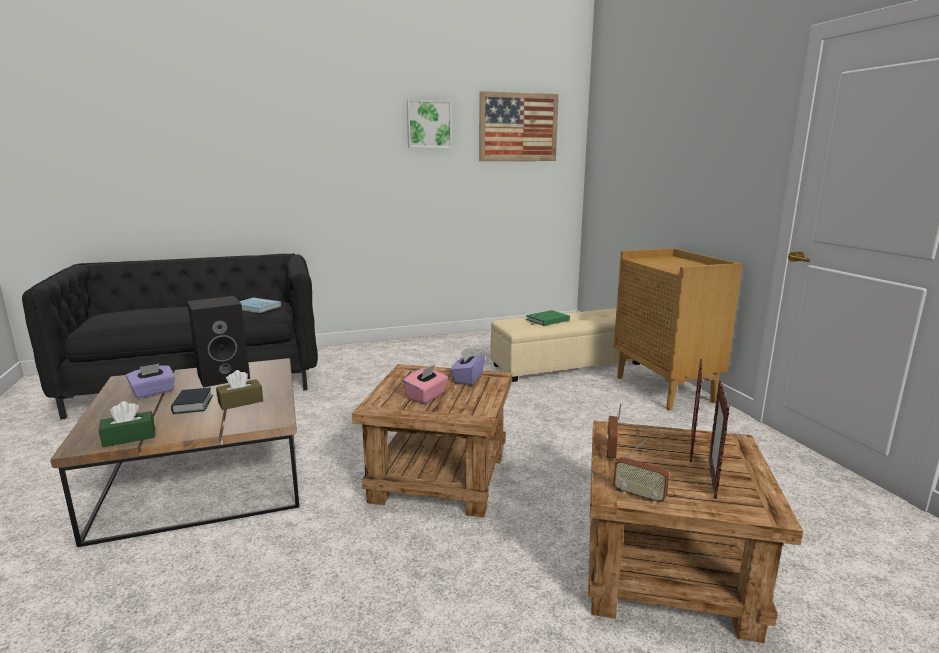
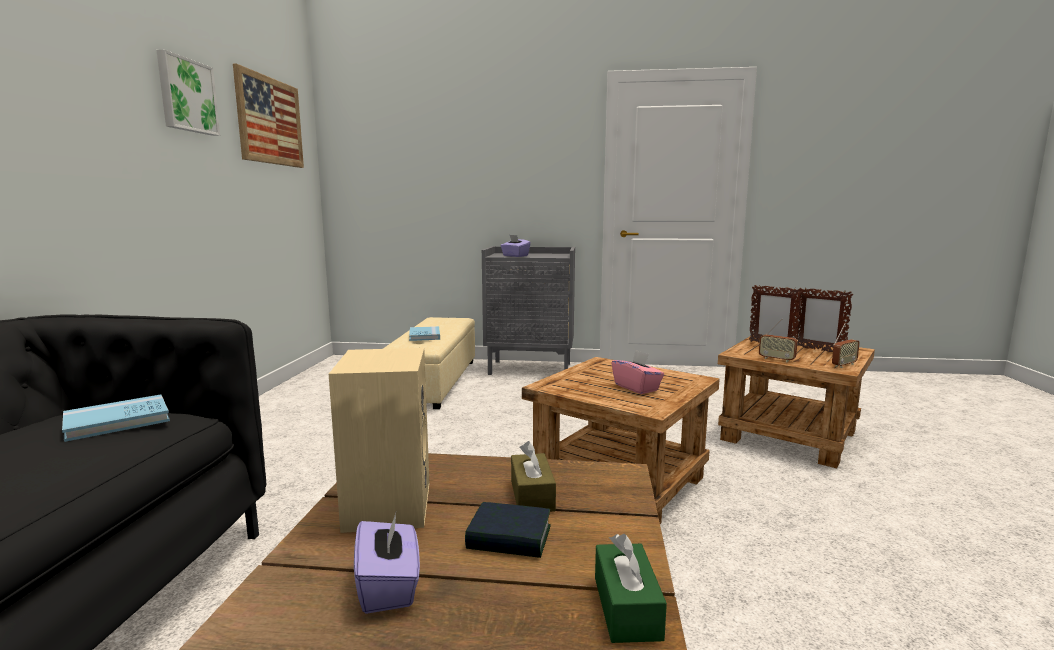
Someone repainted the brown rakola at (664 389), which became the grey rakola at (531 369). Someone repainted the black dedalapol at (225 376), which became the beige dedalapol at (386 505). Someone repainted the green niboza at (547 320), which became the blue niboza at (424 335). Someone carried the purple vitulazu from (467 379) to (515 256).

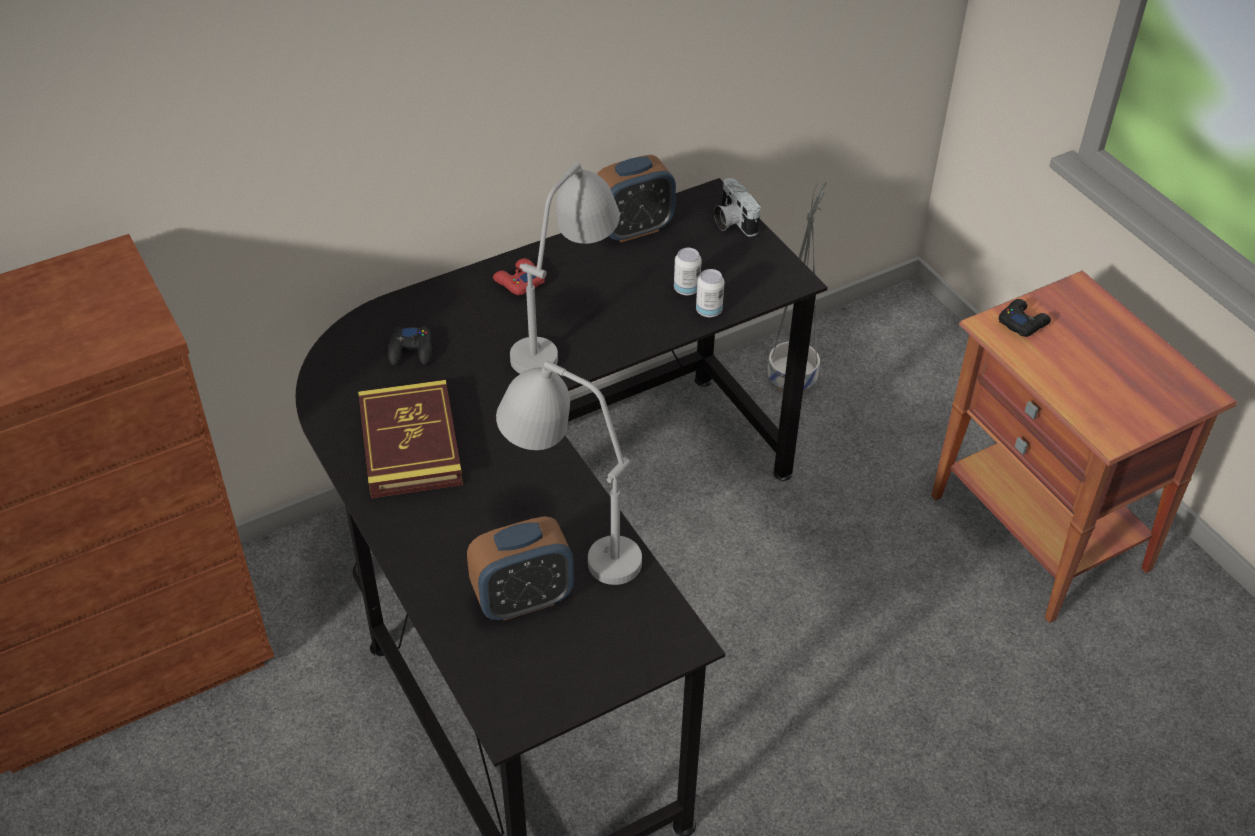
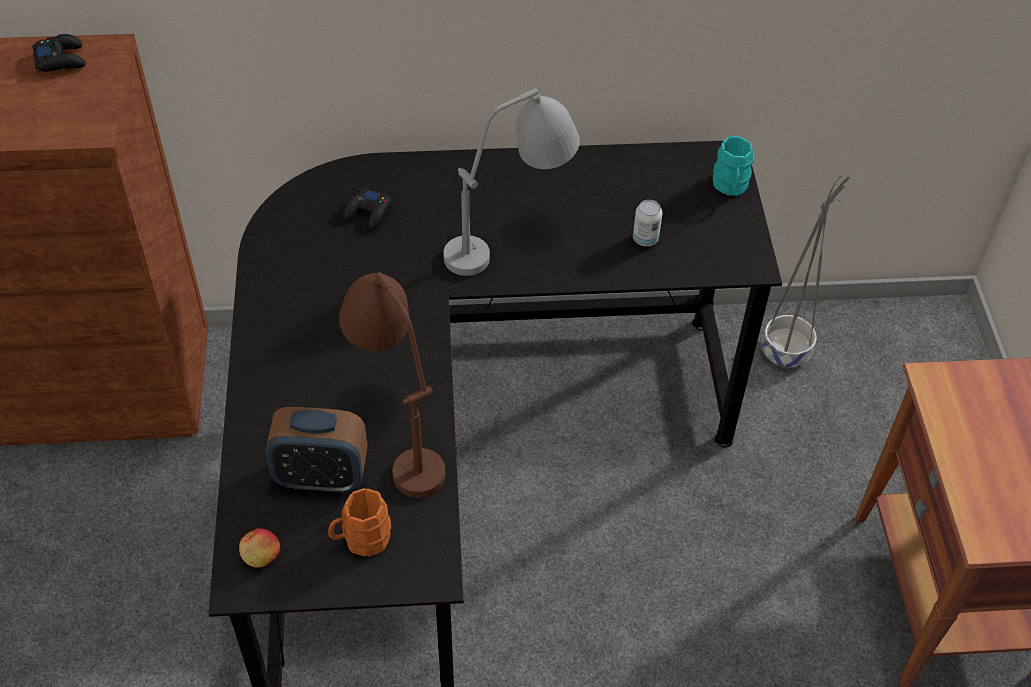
Someone took away the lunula at (633 229). Someone swapped the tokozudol at (732 221) for the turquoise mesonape at (730 187). Someone took away the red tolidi at (519 282). Someone took away the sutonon at (709 311). Someone carried the black tolidi from (1022 322) to (61 59). Someone repainted the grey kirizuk at (569 533), which became the brown kirizuk at (397 431). Someone took away the niboza at (410 444). Someone put down the orange mesonape at (361 539). Someone put down the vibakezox at (261 556).

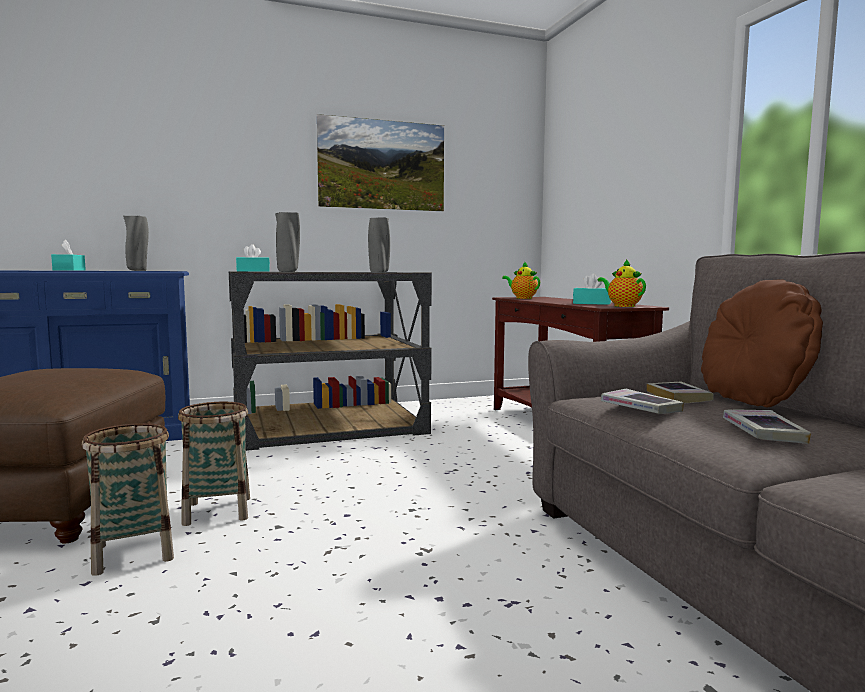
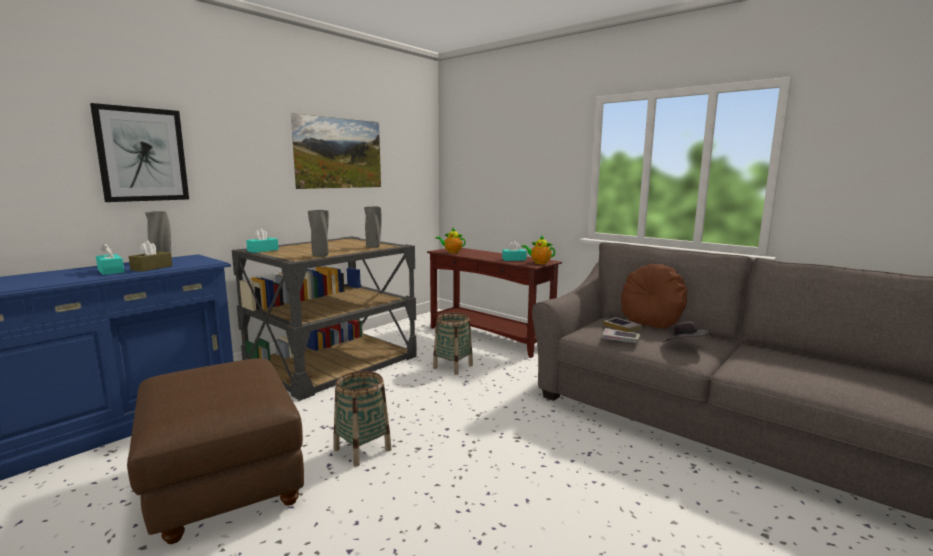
Someone swapped the niboza at (763 432) for the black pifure at (684 346). Someone carried the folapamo from (133 553) to (453 367). Someone put up the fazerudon at (142 154). Someone put down the brown vitulazu at (152 268).

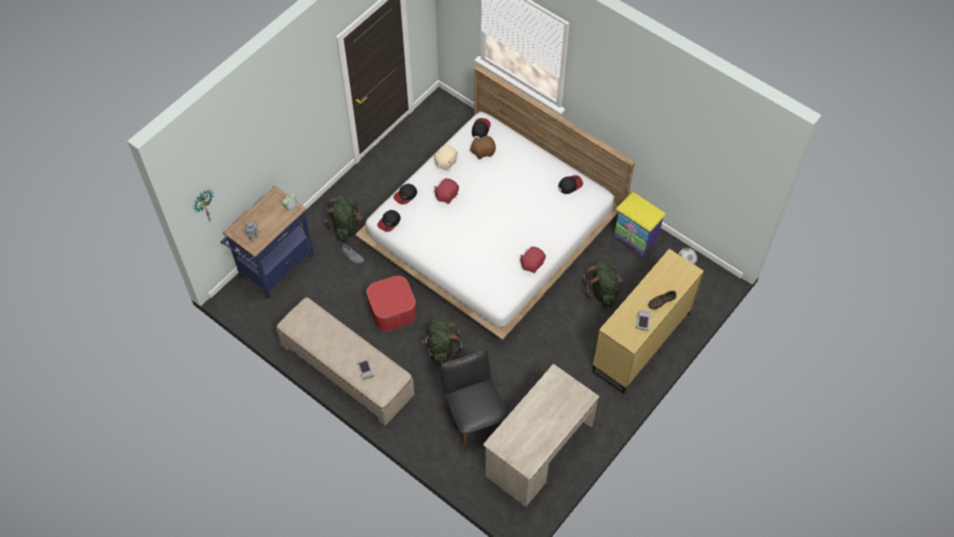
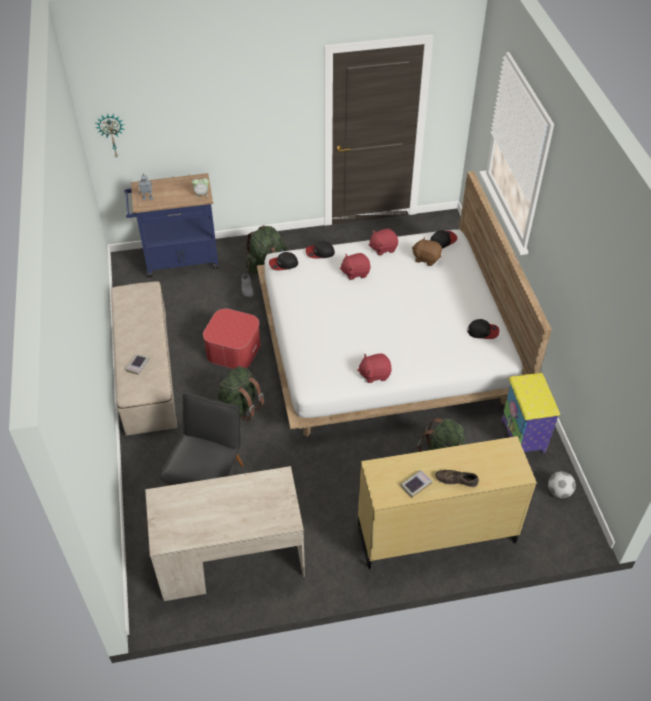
Someone repainted the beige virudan at (445 162), which became the red virudan at (383 248).

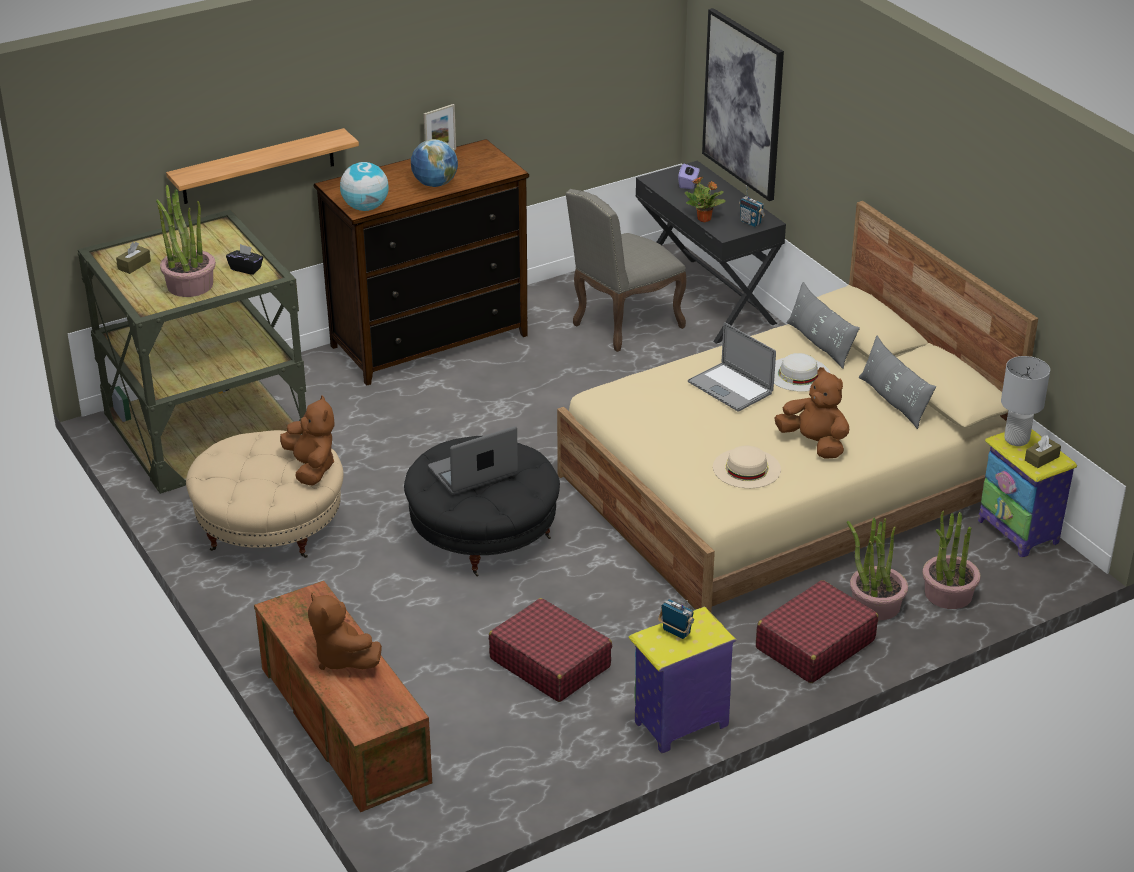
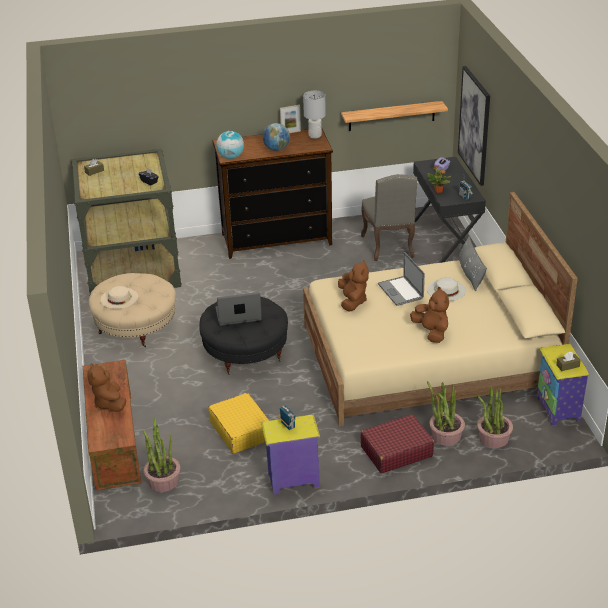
Someone carried the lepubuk from (258 166) to (391 116). Someone carried the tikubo from (189 285) to (163 480). Someone rotated the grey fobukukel at (623 325) by 75 degrees counterclockwise. Someone took away the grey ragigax at (893 401). Someone carried the grey kirizuk from (1016 441) to (315 137). Someone carried the brown virudan from (311 468) to (352 301). Someone carried the beige pifure from (746 468) to (119 298). Someone repainted the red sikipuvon at (550 662), which became the yellow sikipuvon at (241 430).

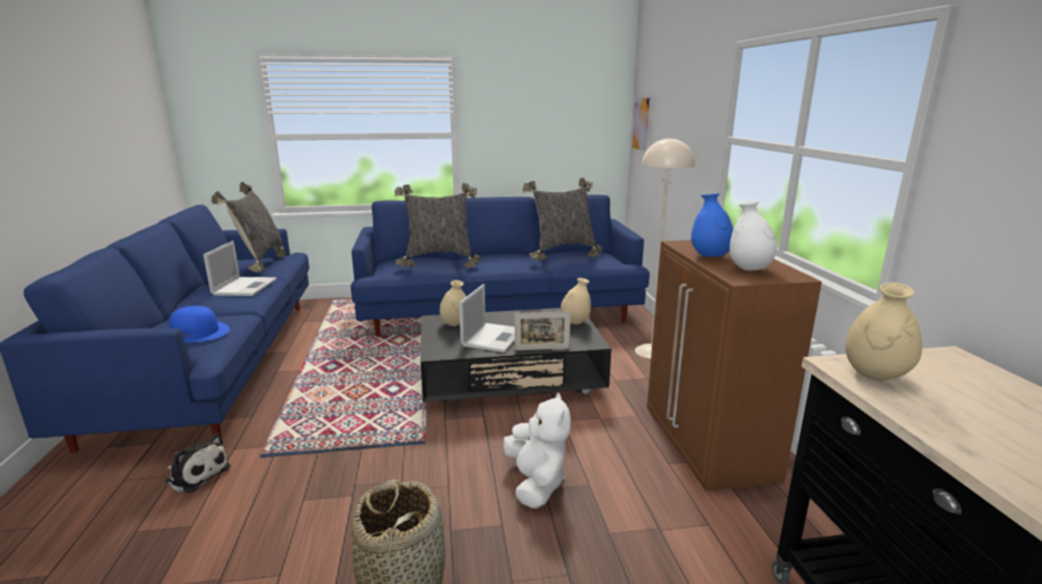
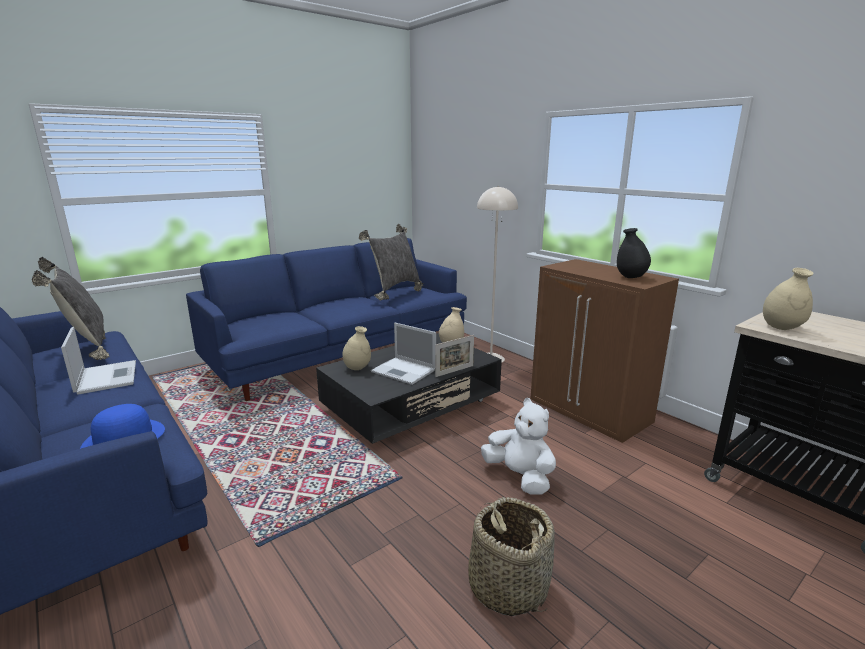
Someone took away the fazerudon at (641 124). Someone took away the ragigax at (439 265). Someone took away the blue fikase at (710 256). Someone repainted the white fikase at (749 269), which became the black fikase at (631 277). Someone rotated the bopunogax at (493 337) by 135 degrees clockwise. Someone took away the virudan at (197 474).

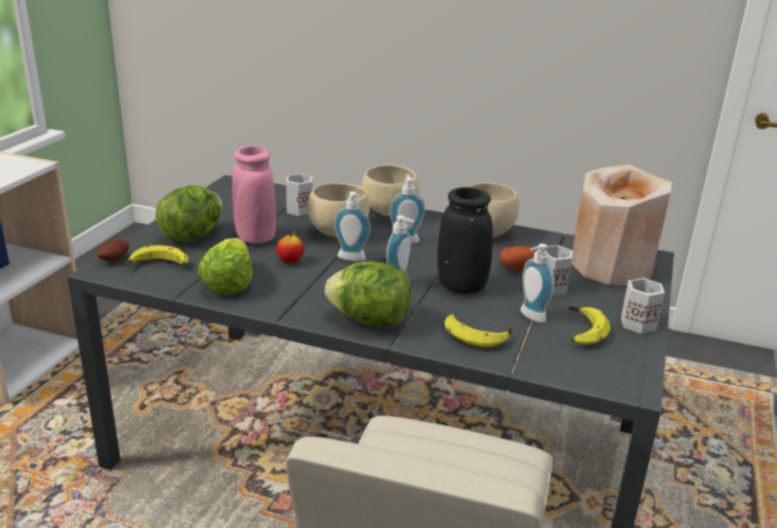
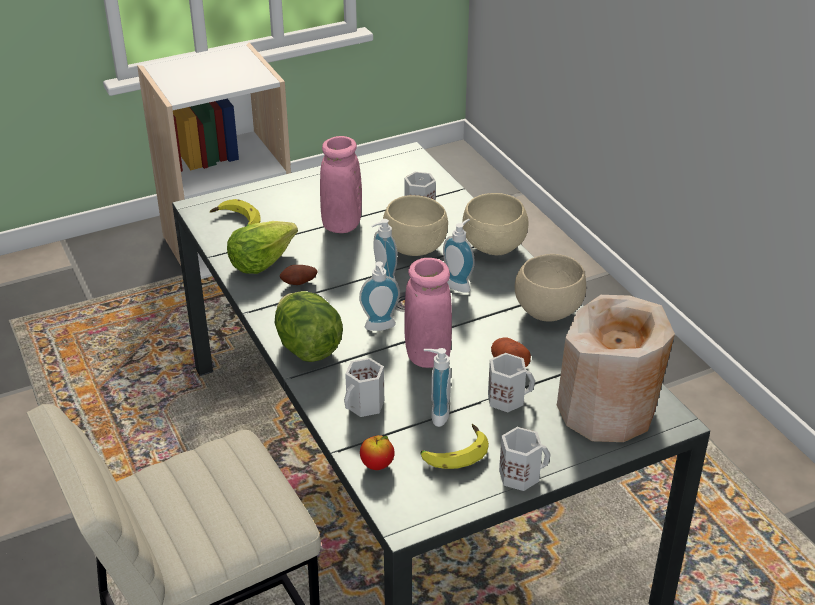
Someone took away the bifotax at (192 236). Someone repainted the black fikase at (461 287), which became the pink fikase at (427 356). Someone carried the vibakezox from (290 261) to (377 465). Someone carried the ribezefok from (115 259) to (299 283). Someone swapped the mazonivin at (477 335) for the white mesonape at (365 405).

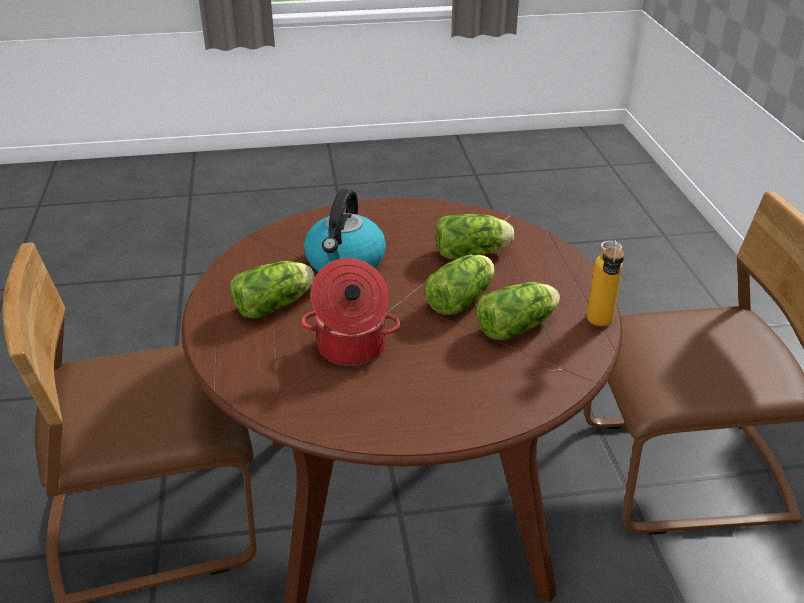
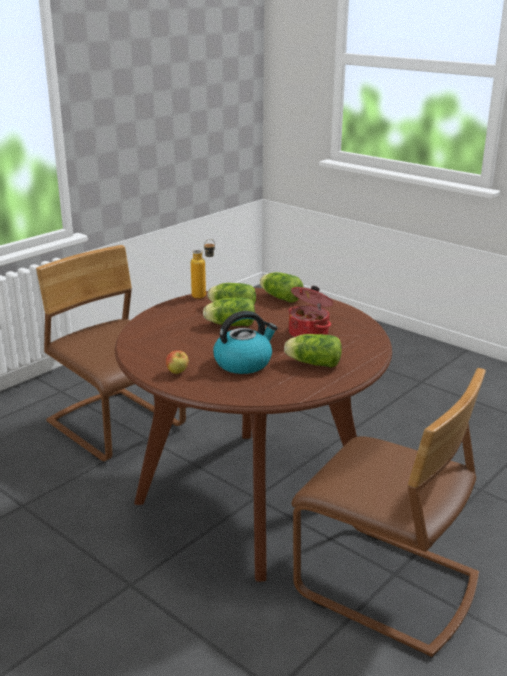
Someone carried the bifotax from (474 253) to (279 297). Someone put down the vibakezox at (177 373).

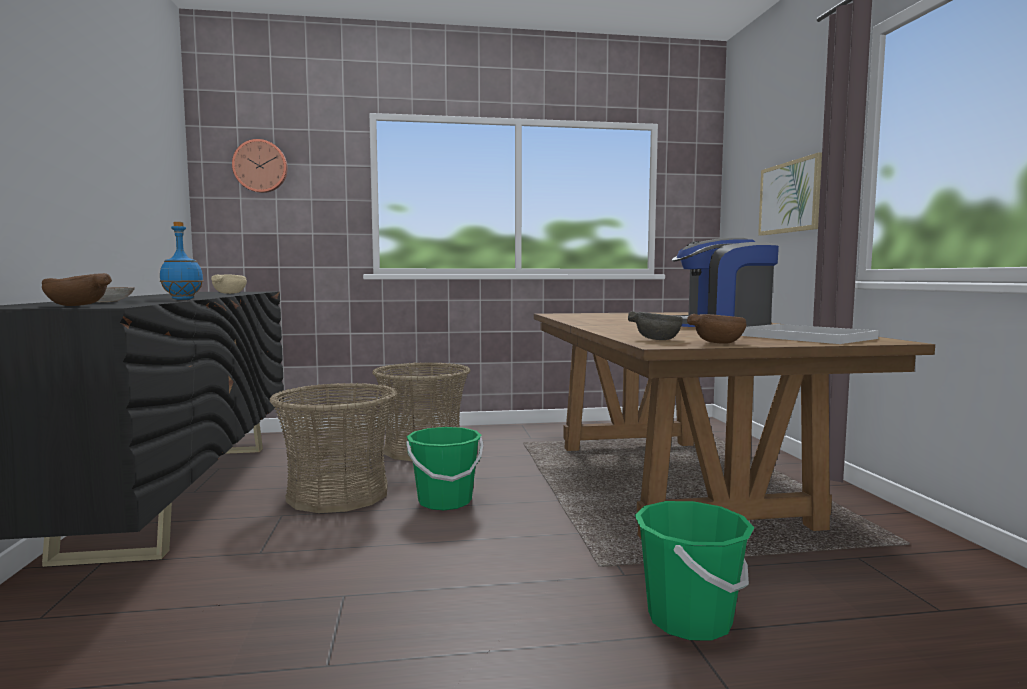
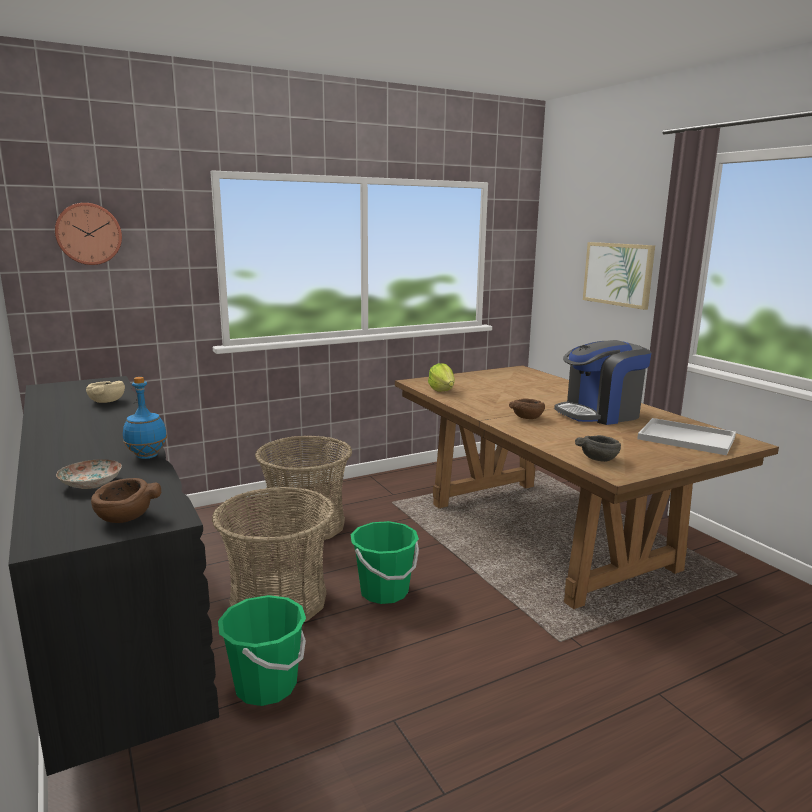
Someone carried the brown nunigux from (718 343) to (527 417). Someone carried the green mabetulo from (690 620) to (266 685). Someone put down the bifotax at (442 390).

